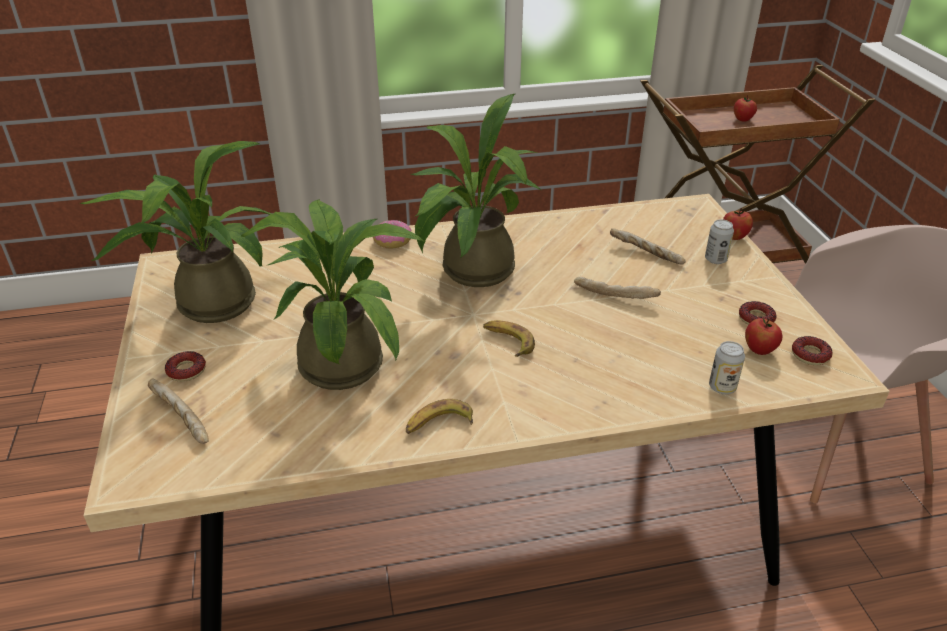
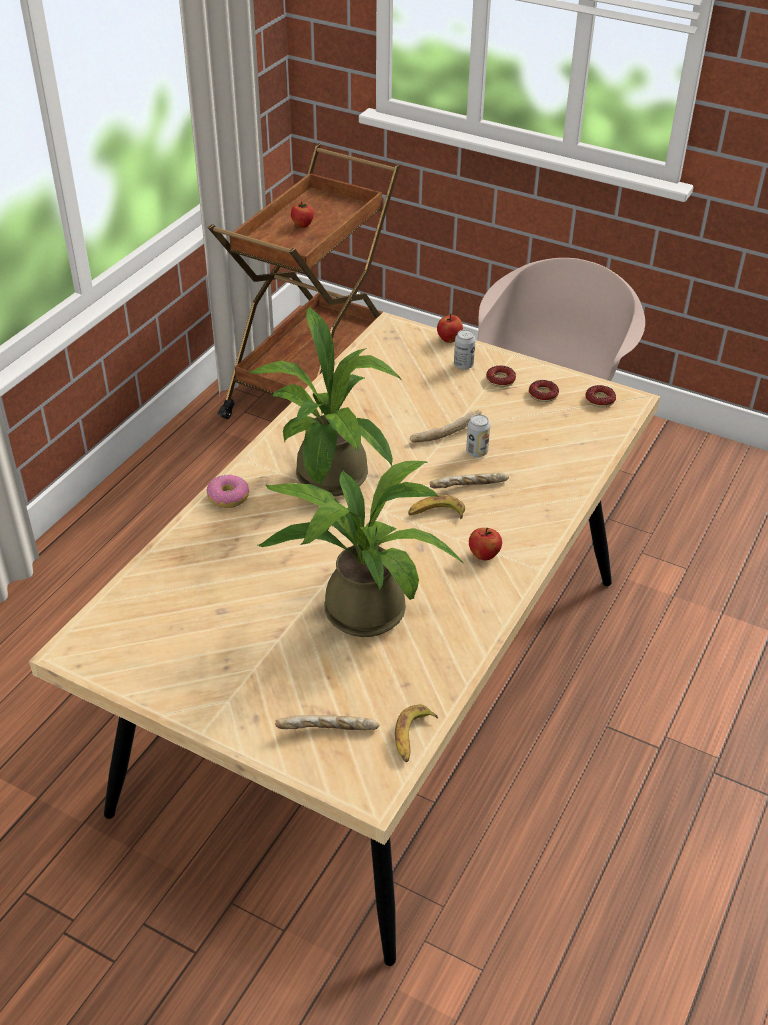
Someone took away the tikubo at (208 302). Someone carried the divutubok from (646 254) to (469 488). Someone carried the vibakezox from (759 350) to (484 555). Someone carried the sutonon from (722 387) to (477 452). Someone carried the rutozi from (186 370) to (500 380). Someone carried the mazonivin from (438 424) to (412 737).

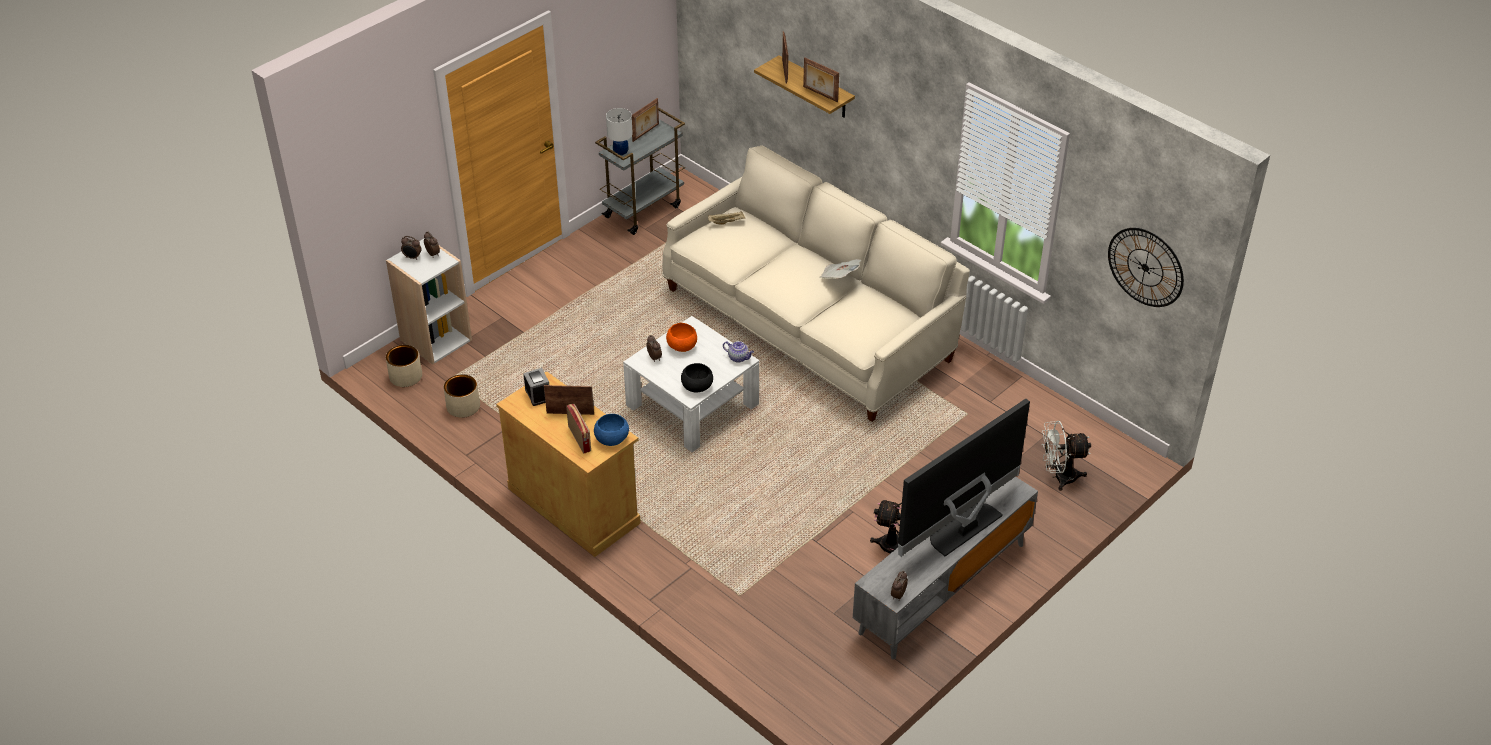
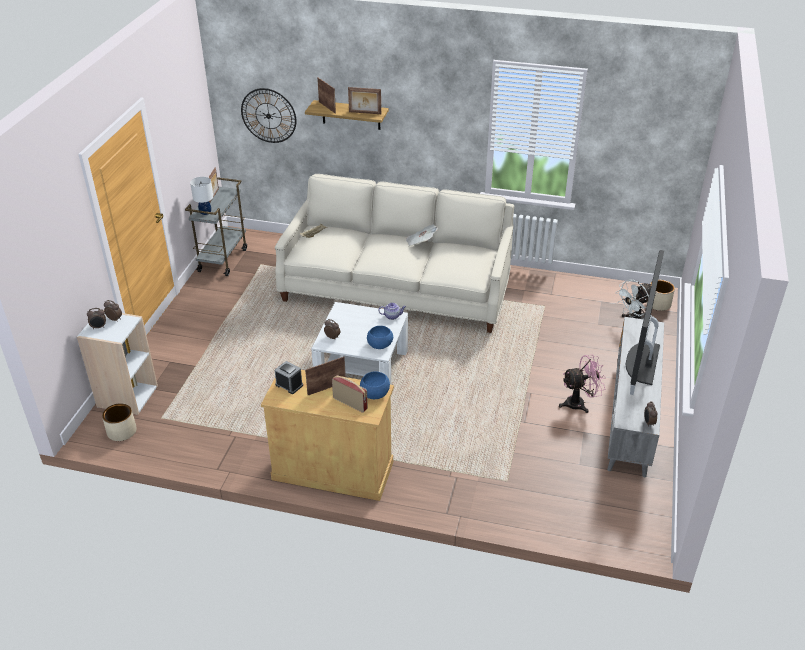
Someone carried the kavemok from (1145 267) to (268 115). Someone took away the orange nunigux at (682 345). Someone repainted the black nunigux at (697 386), which became the blue nunigux at (380 344). Someone carried the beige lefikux from (463 407) to (658 304).

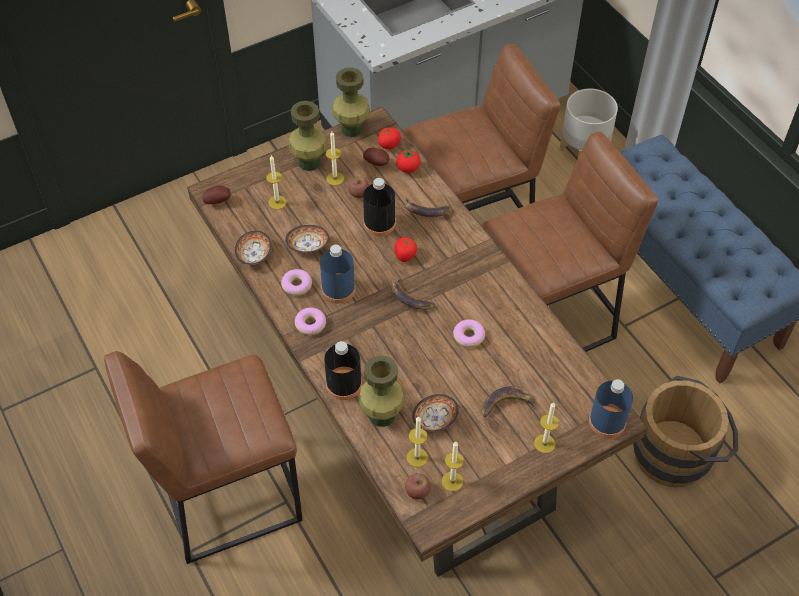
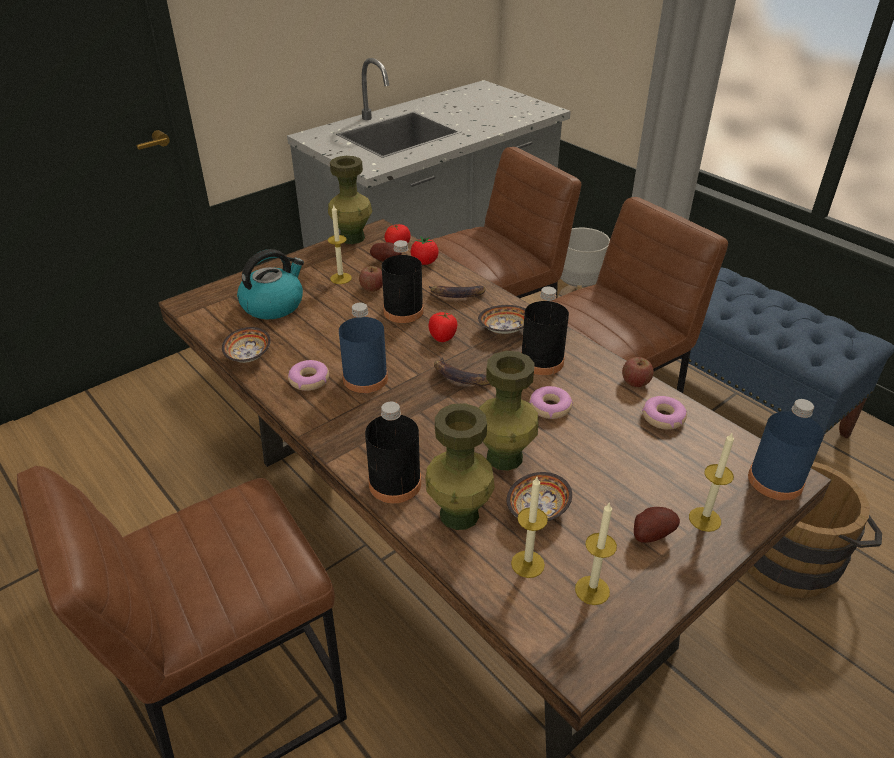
Someone carried the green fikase from (309 162) to (505 457). Someone swapped the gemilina at (277 202) for the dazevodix at (273 305). Someone carried the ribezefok from (217 200) to (650 534). Someone carried the nunigux from (307 245) to (503 329). Someone carried the rutozi from (310 324) to (663 418). Someone took away the mazonivin at (506 404). Someone carried the vibakezox from (417 491) to (635 382). Someone put down the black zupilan at (541 361).

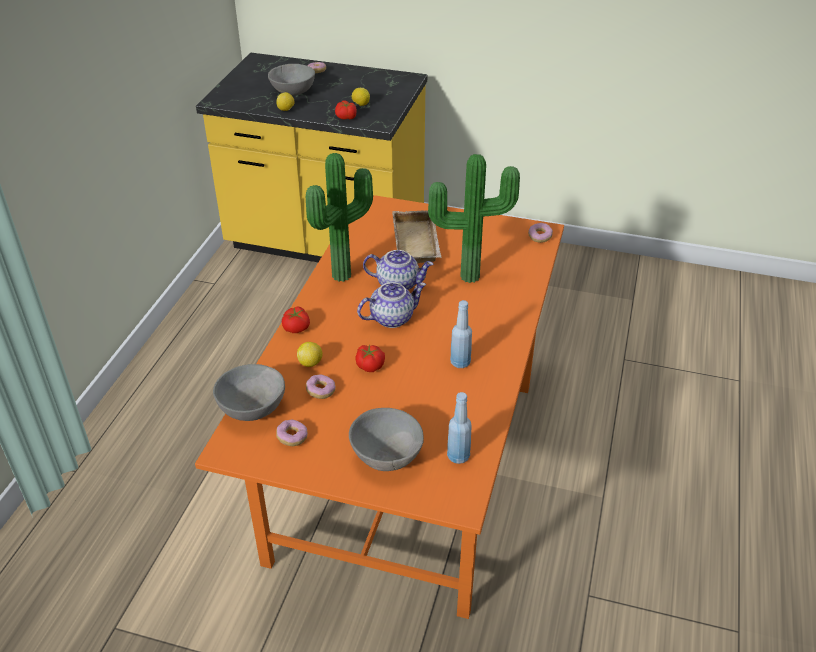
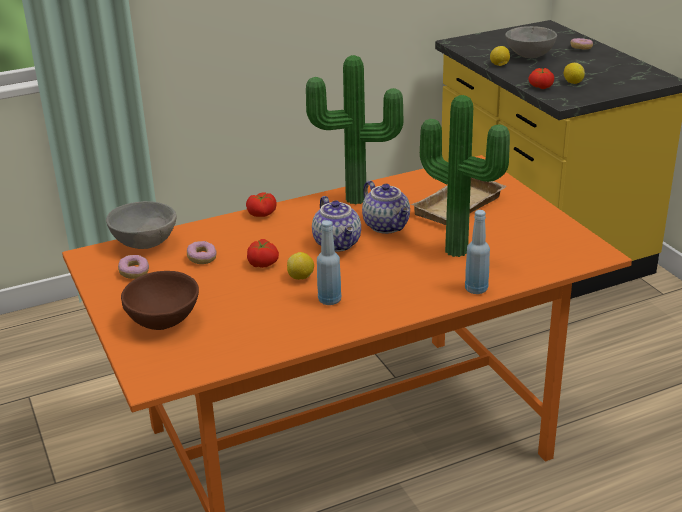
Someone took away the rutozi at (539 237). Someone rotated the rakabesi at (392 318) by 45 degrees clockwise. Someone carried the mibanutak from (310 363) to (301 278). Someone carried the blue zupilan from (458 456) to (476 289). Someone repainted the grey nunigux at (387 456), which became the brown nunigux at (165 321).

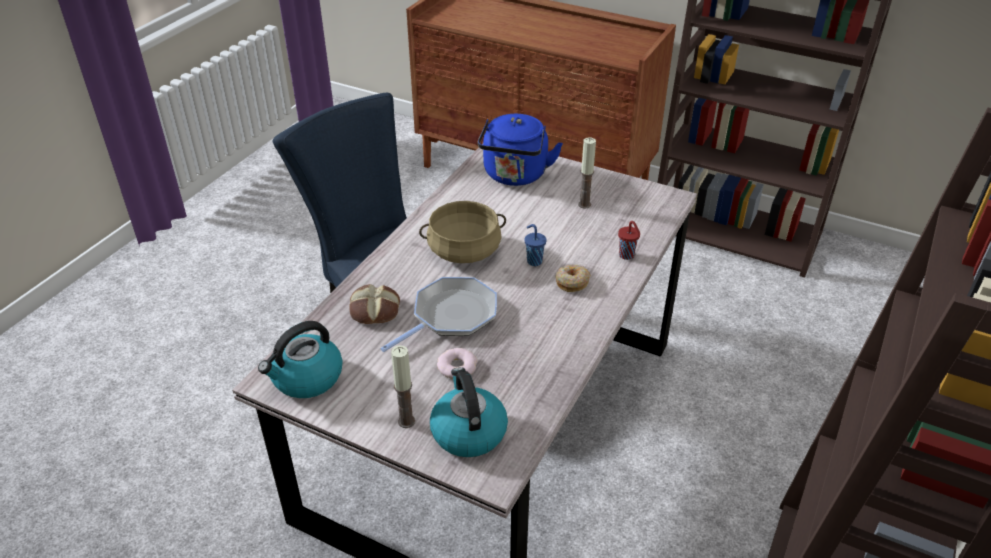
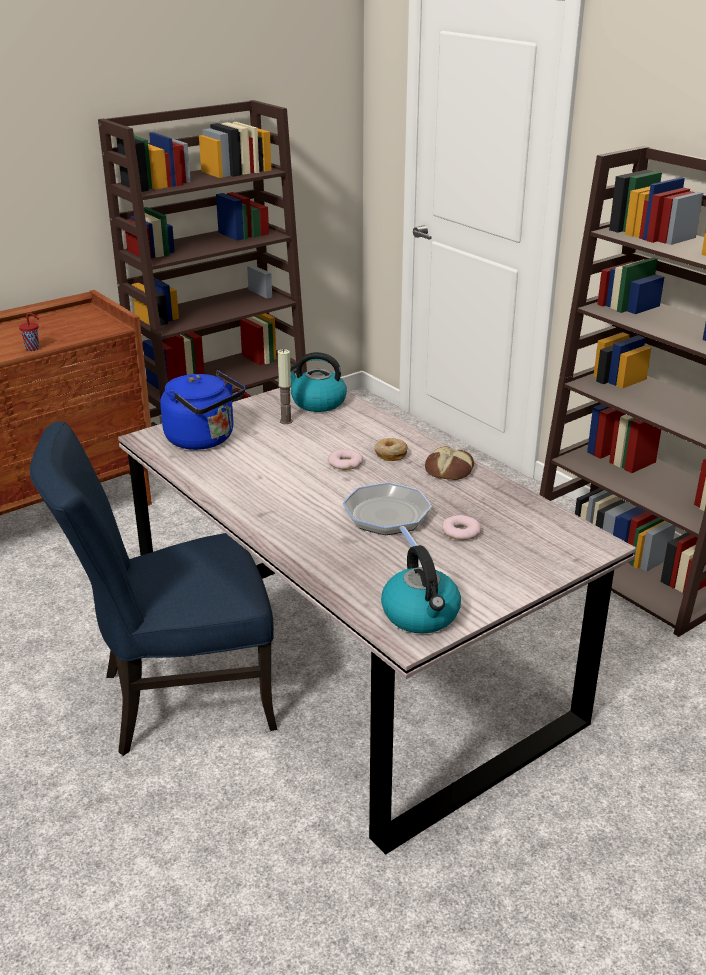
Someone took away the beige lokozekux at (464 250). Someone carried the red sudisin from (627 256) to (33 348). Someone swapped the blue sudisin at (533 261) for the rutozi at (345 463). Someone carried the divutubok from (374 311) to (450 470). Someone took away the gemilina at (406 421). Someone carried the dazevodix from (468 431) to (317 402).

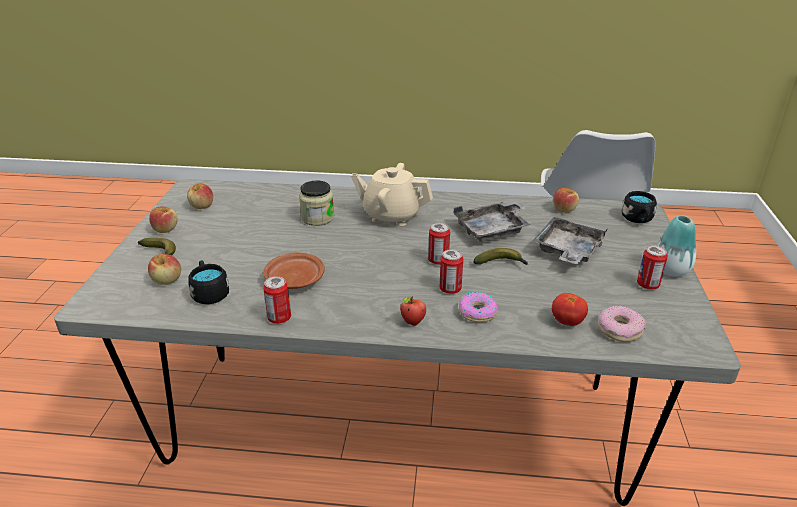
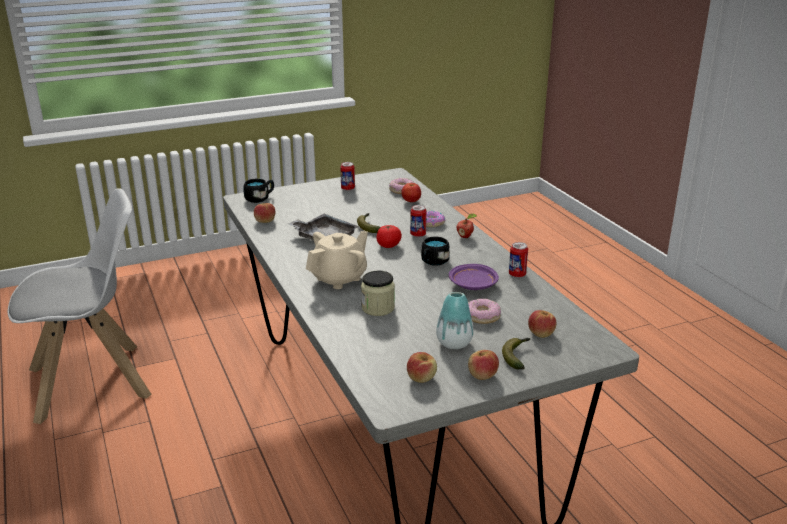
Someone rotated the beige rakabesi at (391 215) by 120 degrees counterclockwise. Someone carried the fikase from (670 270) to (454 343). Someone took away the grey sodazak at (567 251). Someone swapped the sutonon at (438 261) for the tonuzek at (388 245). Someone repainted the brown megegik at (294 279), which became the purple megegik at (473 285). Someone carried the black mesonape from (209 293) to (433 262). Someone put down the rutozi at (482 316).

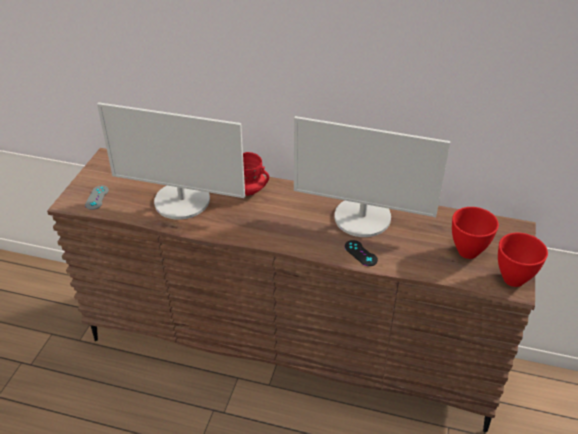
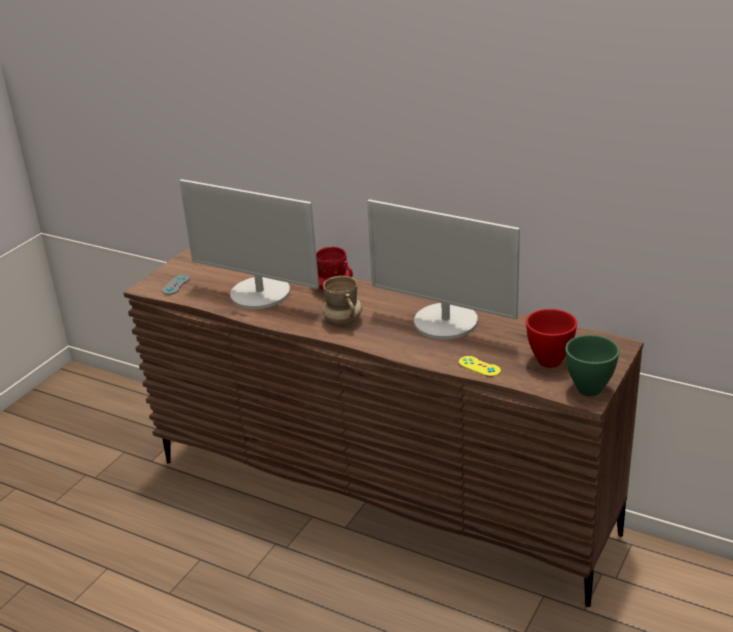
Someone repainted the red nunigux at (514 278), which became the green nunigux at (590 389). Someone took away the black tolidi at (360 253). Someone put down the beige mesonape at (343 320). Someone put down the yellow tolidi at (479 366).

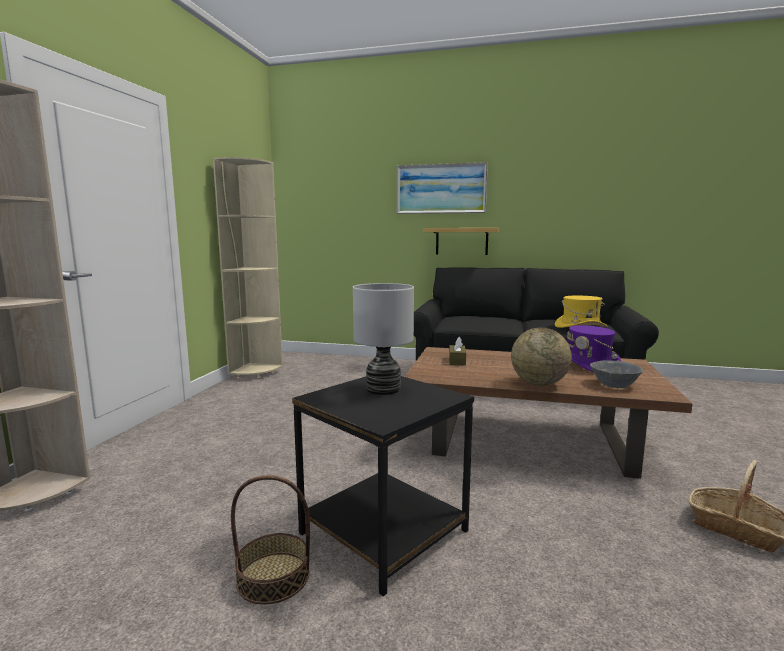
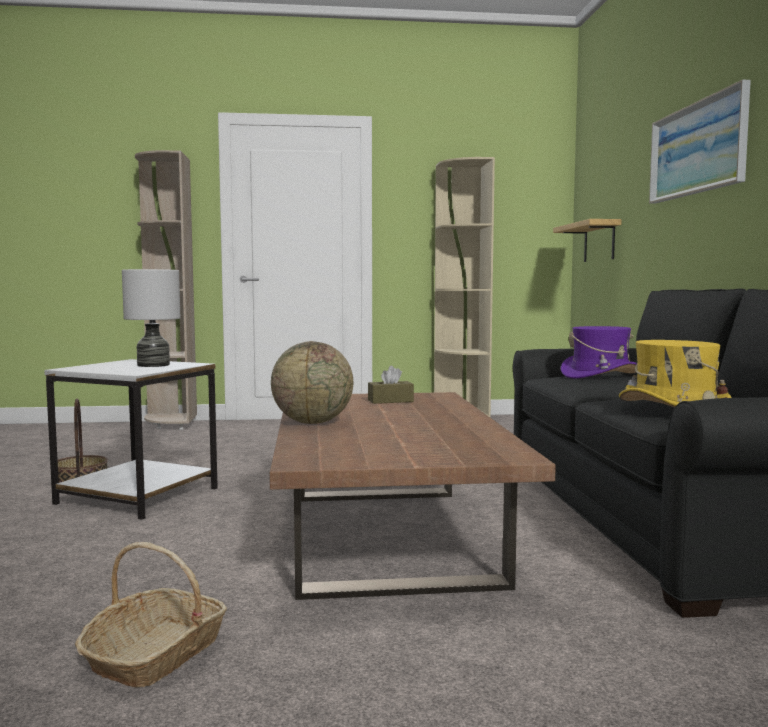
Someone carried the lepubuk from (461 241) to (599 242). Someone carried the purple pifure from (588 366) to (600 375). Someone took away the grey nunigux at (614 384). Someone repainted the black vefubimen at (383 530), which became the white vefubimen at (140 495).

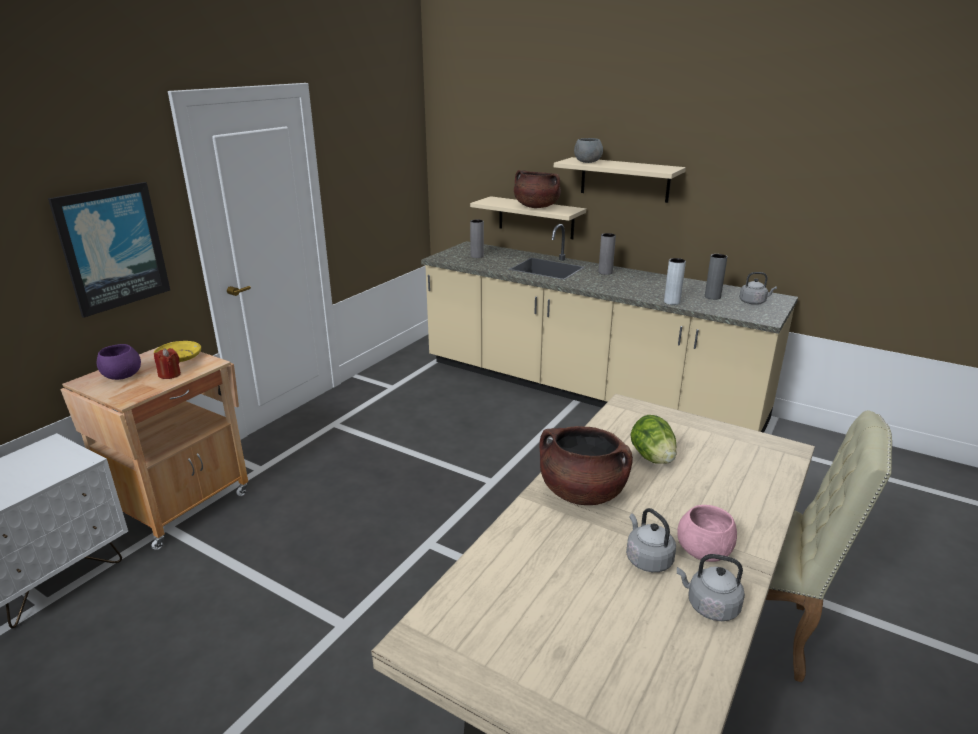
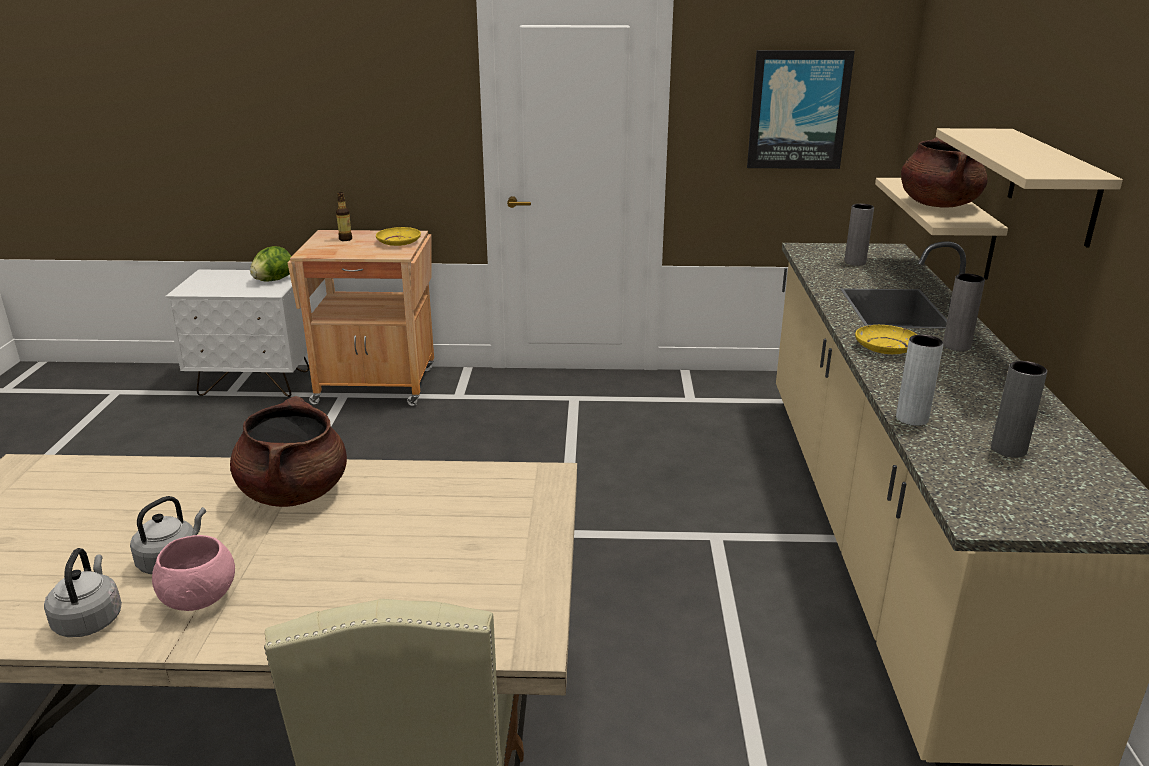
Someone took away the grey nunigux at (587 162). Someone carried the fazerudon from (112 248) to (798 110). Someone took away the grey dazevodix at (754 302). Someone swapped the purple nunigux at (122 376) for the zupilan at (345 239). Someone took away the red gemilina at (170 375). Someone carried the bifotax from (652 457) to (273 280). Someone put down the yellow megegik at (885 347).

